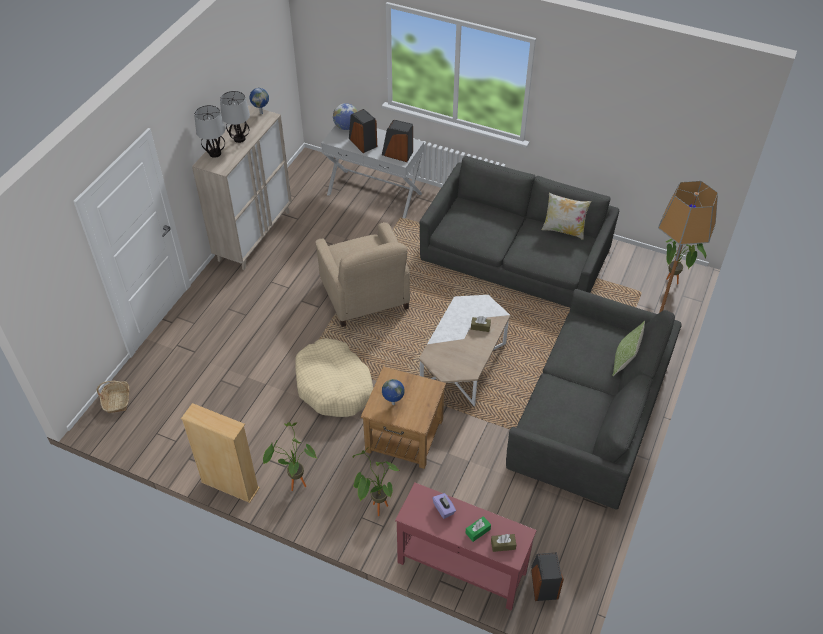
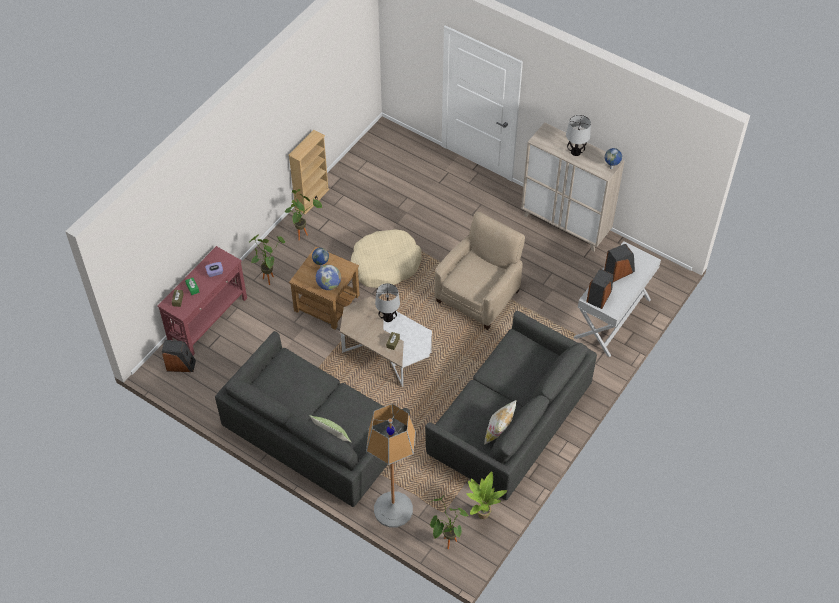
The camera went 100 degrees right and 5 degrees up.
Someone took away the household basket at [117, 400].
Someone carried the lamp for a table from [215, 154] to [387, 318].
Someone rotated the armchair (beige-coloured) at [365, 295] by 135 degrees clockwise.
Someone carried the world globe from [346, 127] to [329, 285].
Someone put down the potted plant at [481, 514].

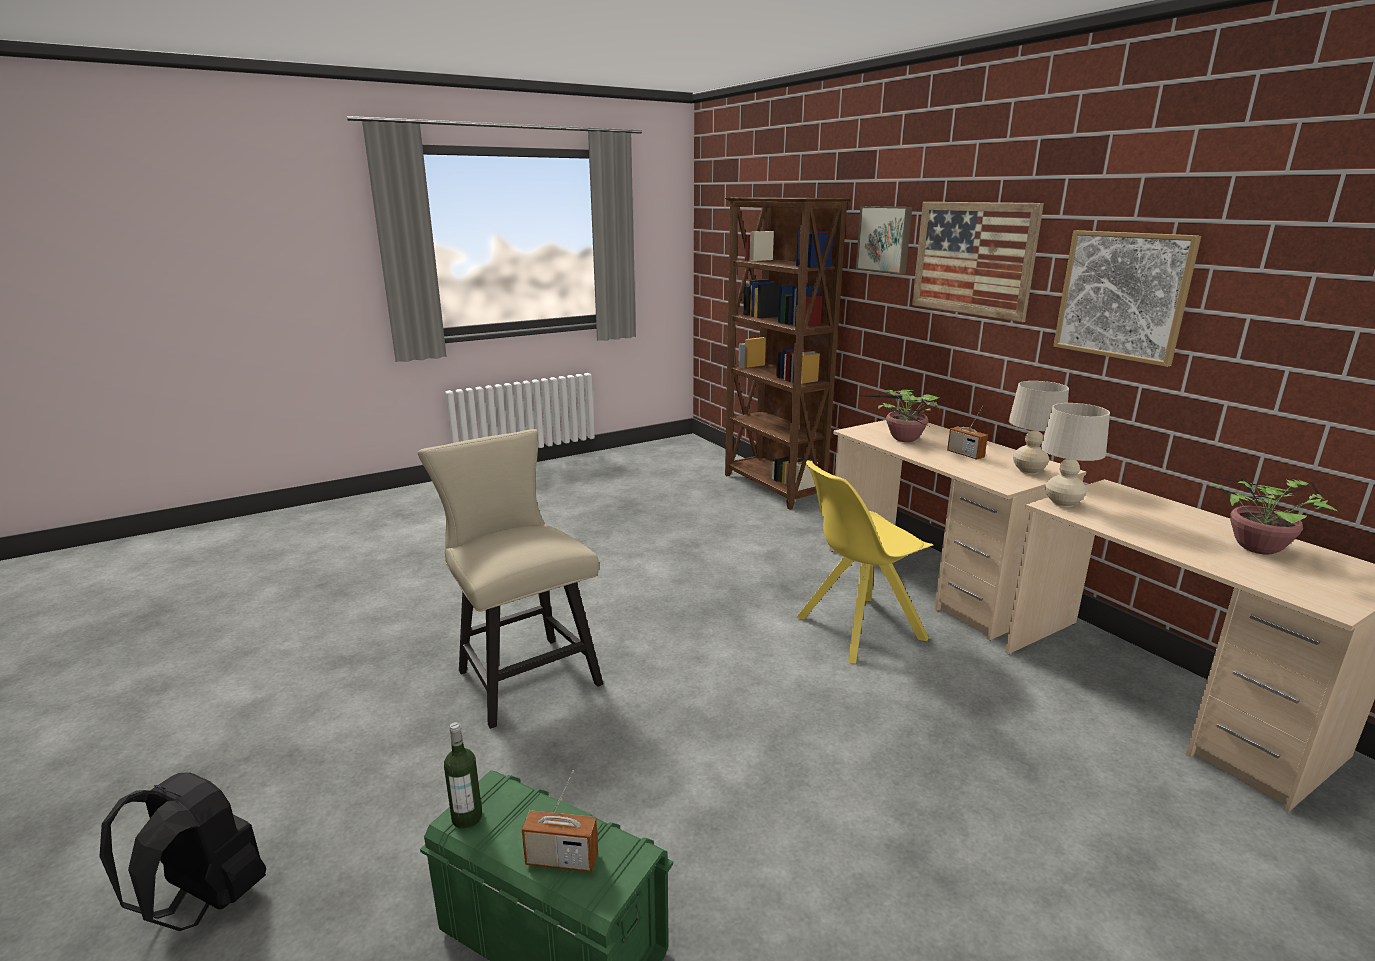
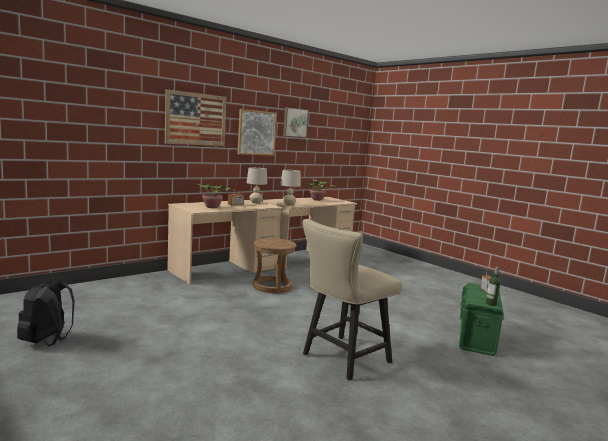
The camera went 100 degrees left and 10 degrees down.
Someone carried the rucksack (blackish) from [205, 901] to [47, 341].
Someone took away the bookshelf (brown) at [773, 488].
Someone swapped the upright chair (yellowish) at [857, 629] for the stool (brown) at [272, 286].
Someone carried the wall picture from [885, 239] to [295, 122].

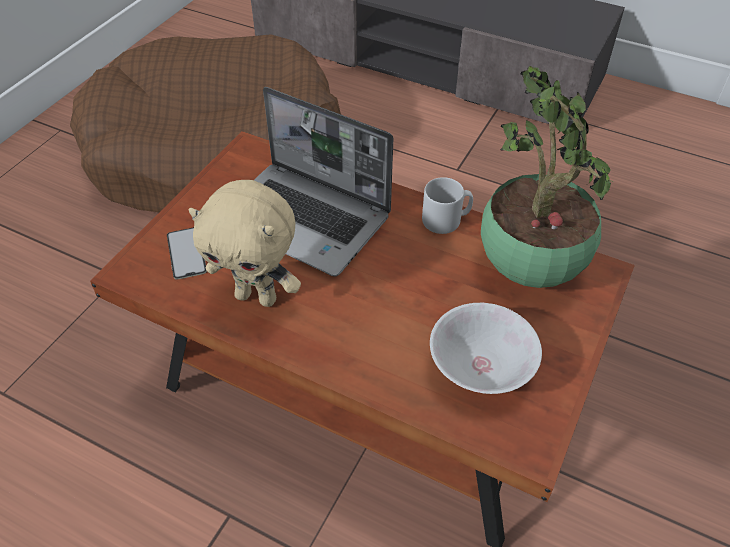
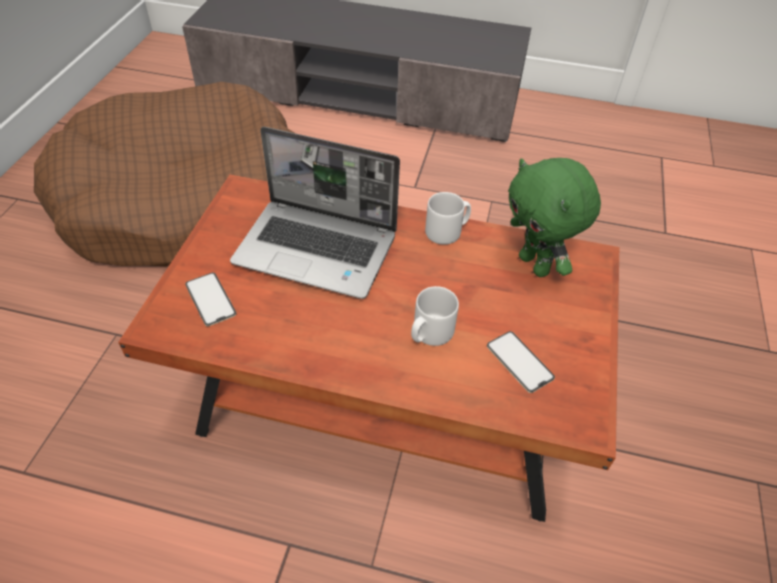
The camera went 15 degrees left and 0 degrees up.
Someone took away the cuddly toy (beige-coloured) at [257, 296].
Someone swapped the deep dish (white) at [480, 369] for the handset at [519, 361].
Someone swapped the potted plant at [531, 270] for the cuddly toy (greenish) at [535, 265].
Someone put down the tea mug (gray) at [429, 333].

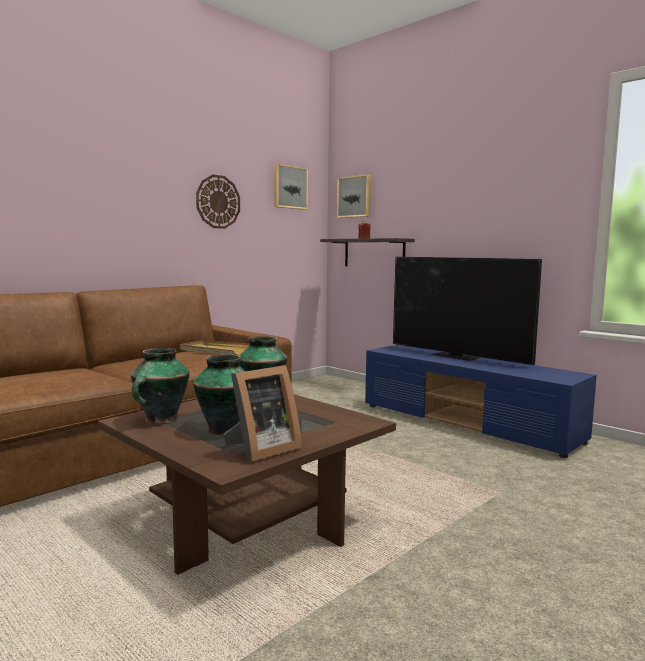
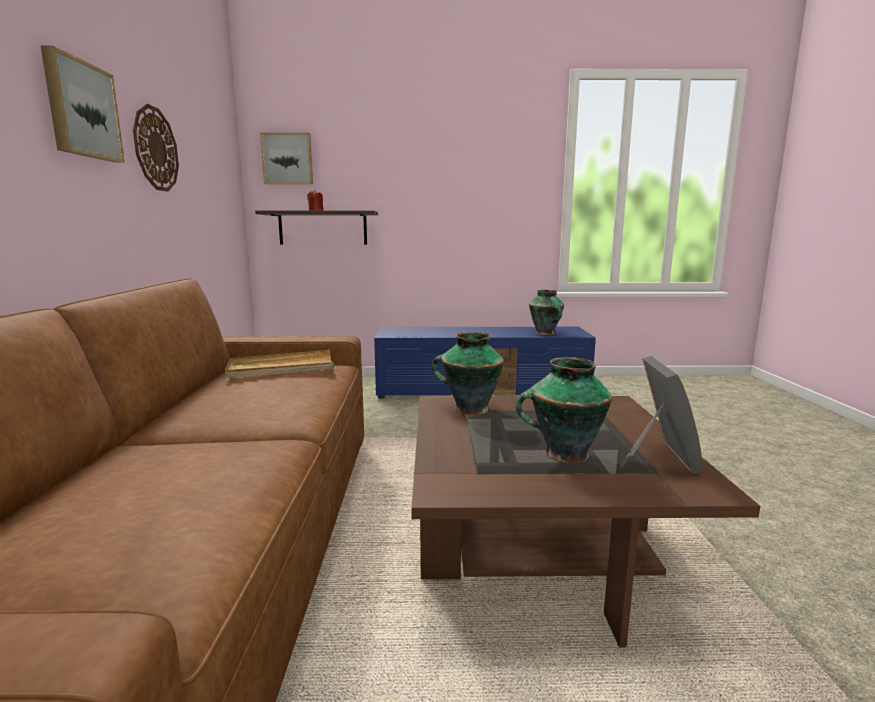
The camera went 45 degrees left and 5 degrees up.
Someone carried the decorative vase from [160, 420] to [545, 333].
Someone carried the wall picture from [289, 187] to [81, 110].
Someone took away the TV at [457, 356].

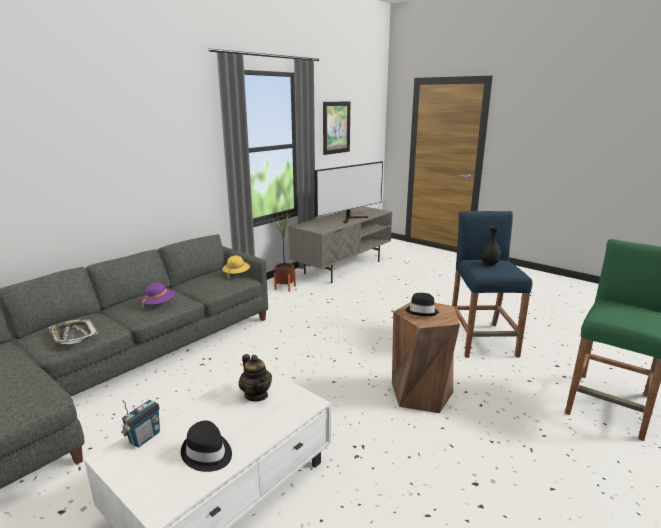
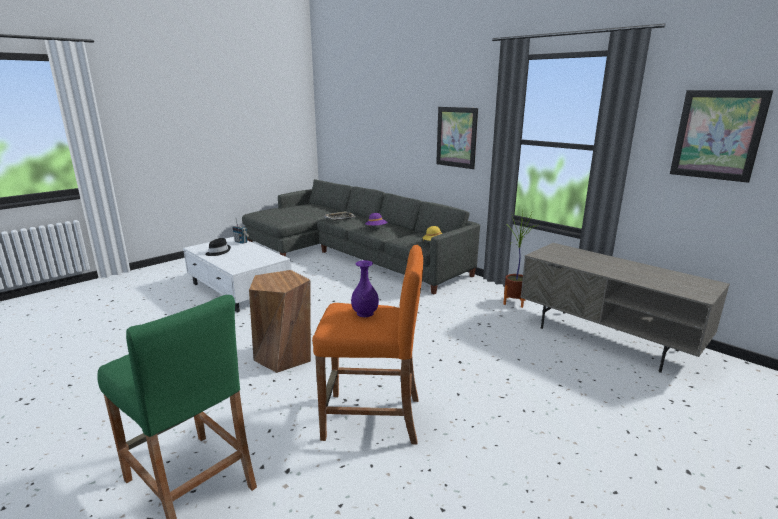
The camera went 95 degrees right and 0 degrees up.
Someone took away the tea pot at [256, 395].
Someone took away the TV at [352, 219].
Someone took away the wearable hat (blackish) at [422, 311].
Someone repainted the stool (blue-coloured) at [481, 340], which became the stool (orange) at [372, 418].
Someone repainted the decorative vase (blackish) at [489, 264], which became the decorative vase (purple) at [364, 313].
Someone put up the wall picture at [456, 137].

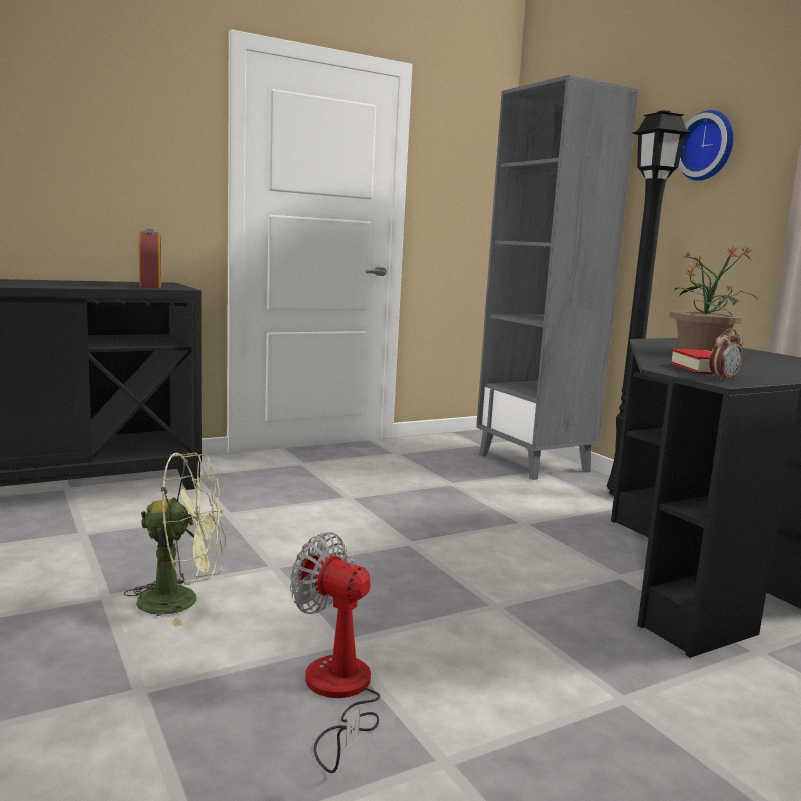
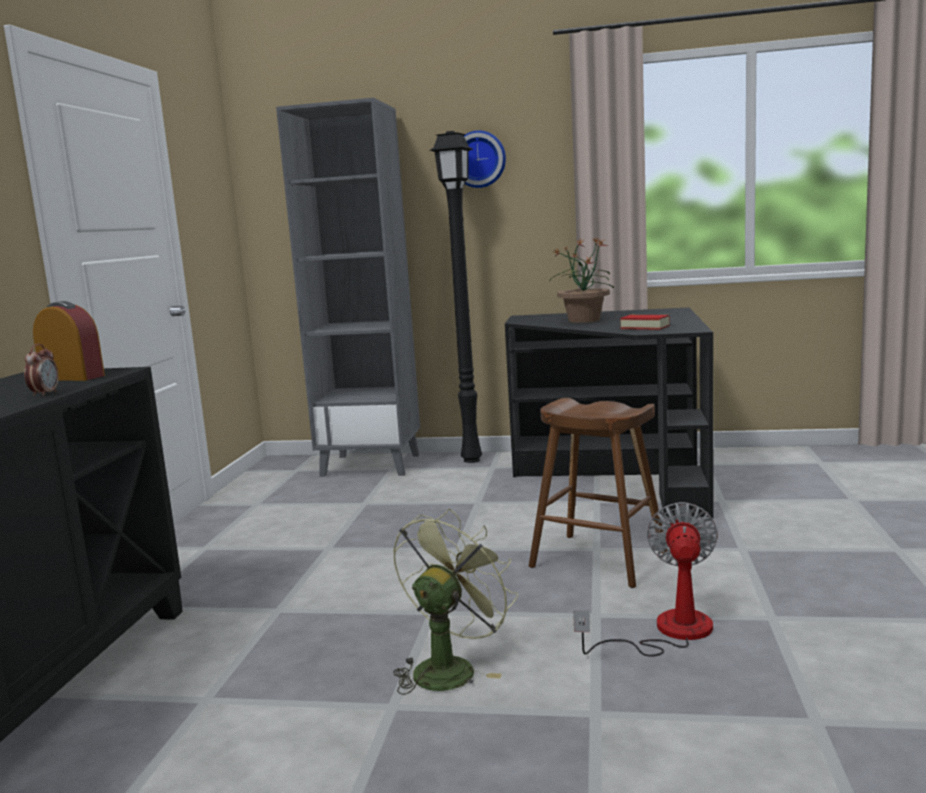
The camera went 50 degrees left and 0 degrees up.
Someone rotated the fan at [338, 694] by 120 degrees clockwise.
Someone carried the alarm clock from [723, 378] to [45, 394].
Someone put down the stool (brown) at [599, 560].

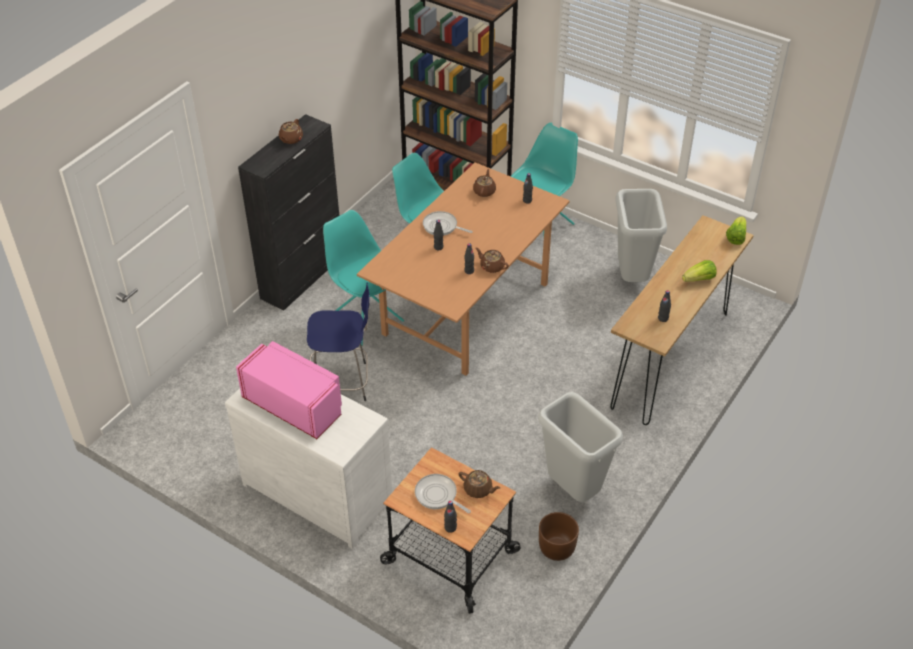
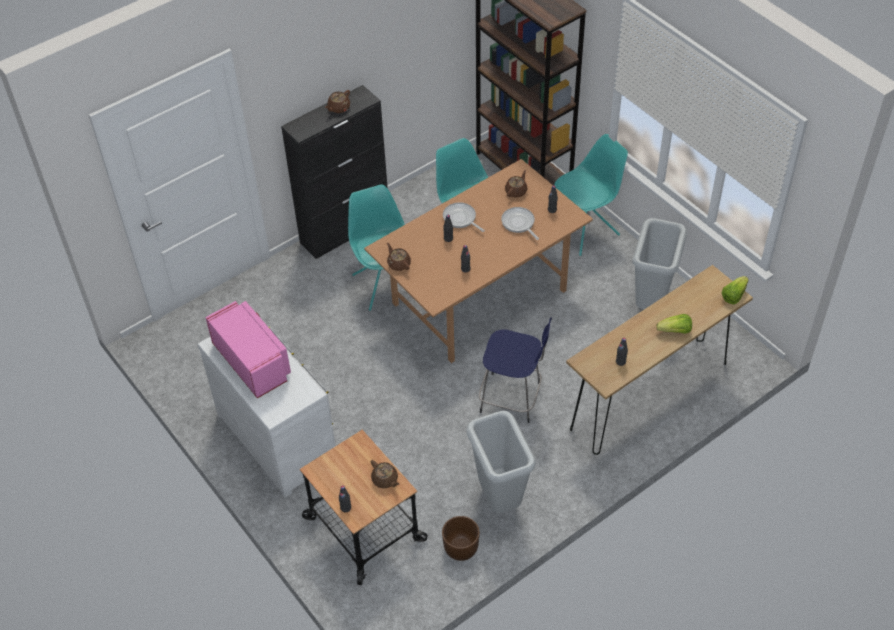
The camera went 20 degrees right and 5 degrees up.
Someone carried the stool (blue-coloured) from [342, 382] to [512, 398].
Someone carried the pan from [438, 495] to [519, 223].
Someone carried the tea pot (brown) from [491, 266] to [398, 264].

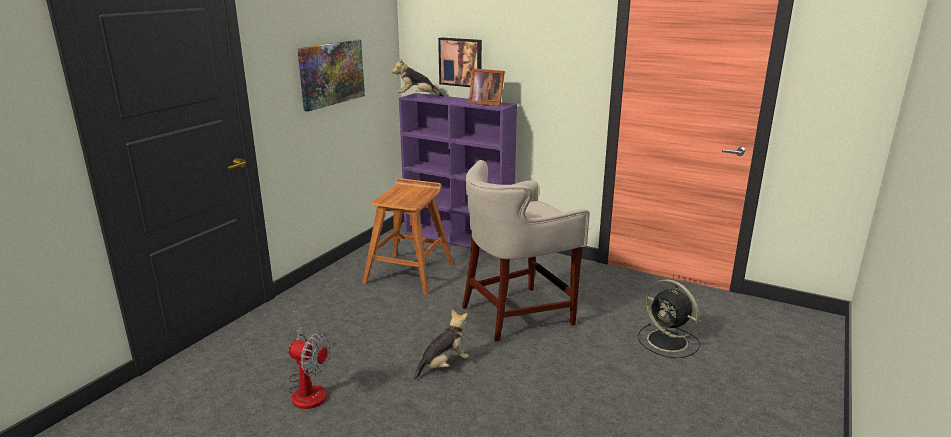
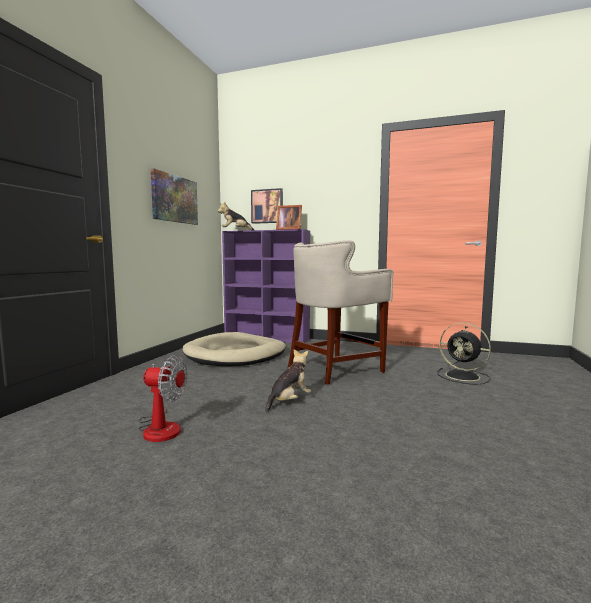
The camera went 10 degrees left and 15 degrees down.
Someone swapped the stool (brown) at [410, 273] for the pet bed (beige-coloured) at [236, 354].

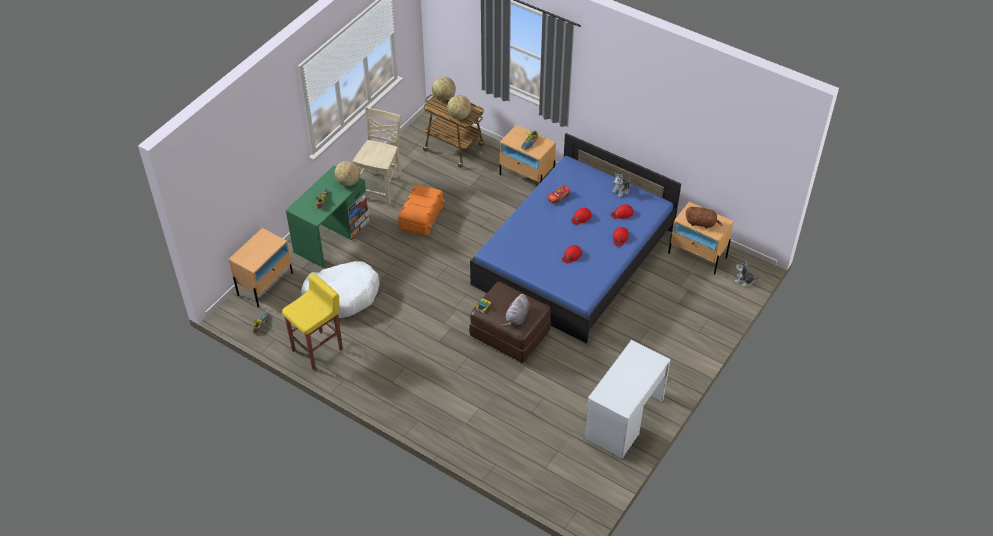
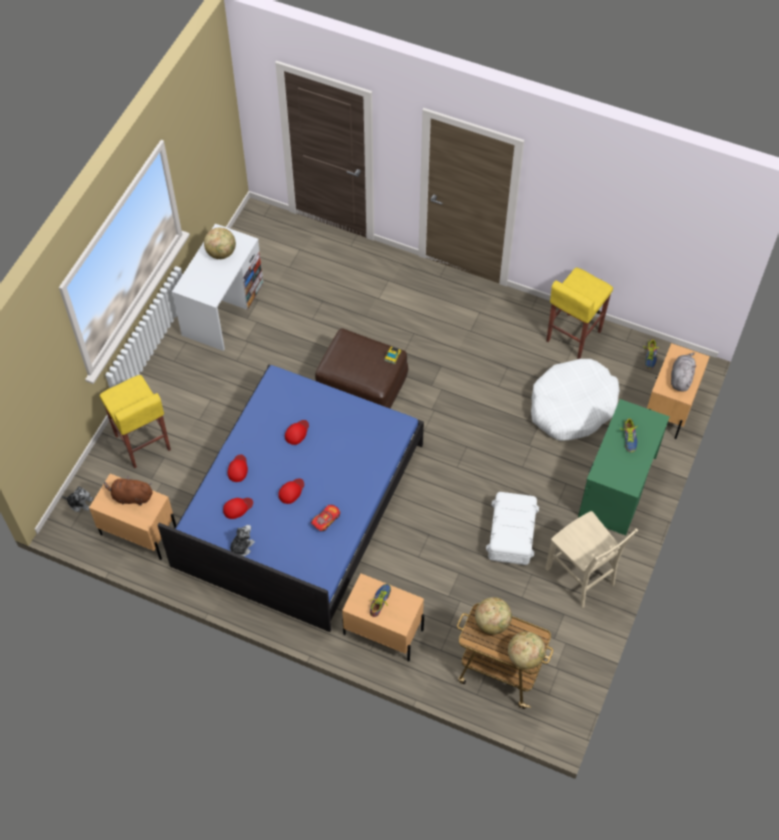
The camera went 170 degrees right and 10 degrees up.
Someone carried the world globe from [348, 182] to [221, 253].
Someone rotated the upright chair (beige-coloured) at [381, 188] by 45 degrees counterclockwise.
Someone repainted the storage container (orange) at [421, 218], which became the storage container (white) at [512, 535].
Someone carried the cuddly toy (gray) from [517, 317] to [681, 378].
Someone put down the stool (yellowish) at [142, 443].

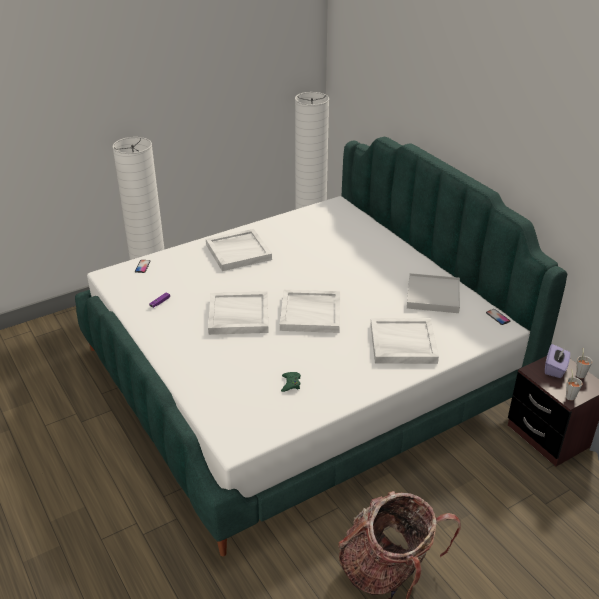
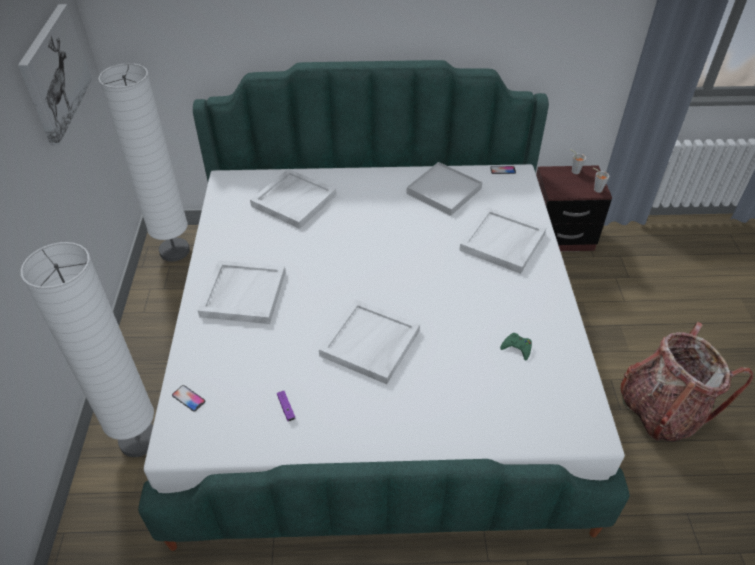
The camera went 60 degrees left and 10 degrees up.
Someone carried the carrying tray (white) from [311, 313] to [294, 200].
Someone took away the tissue box (purple) at [555, 369].
Someone put up the wall picture at [54, 73].

